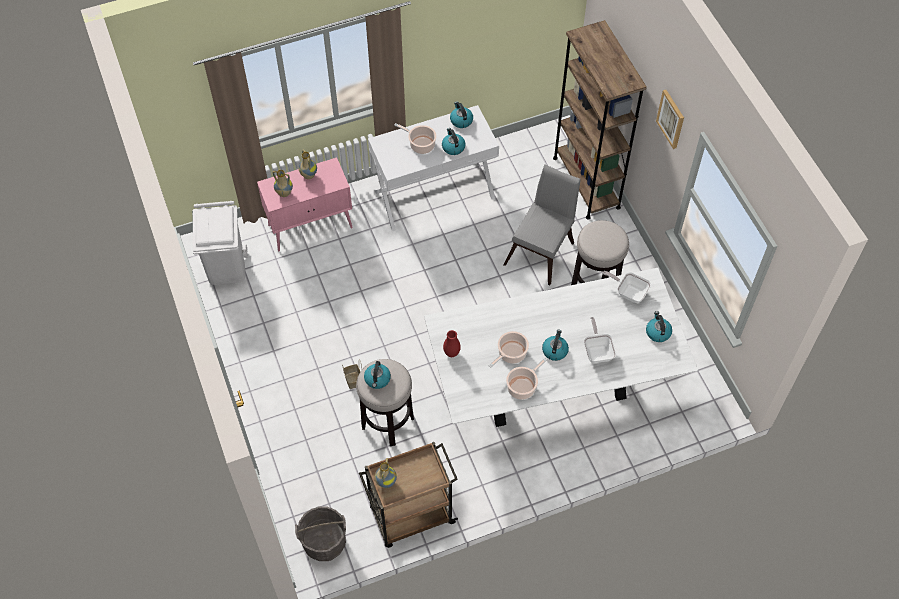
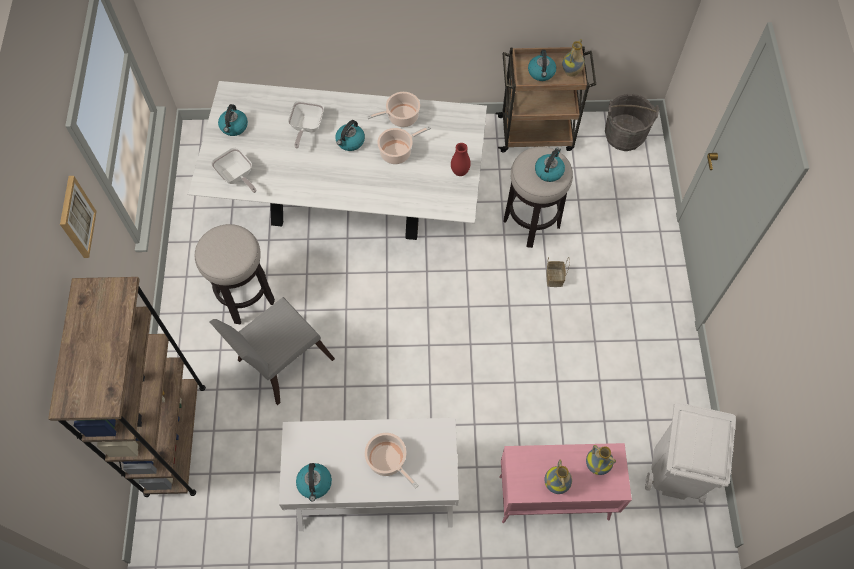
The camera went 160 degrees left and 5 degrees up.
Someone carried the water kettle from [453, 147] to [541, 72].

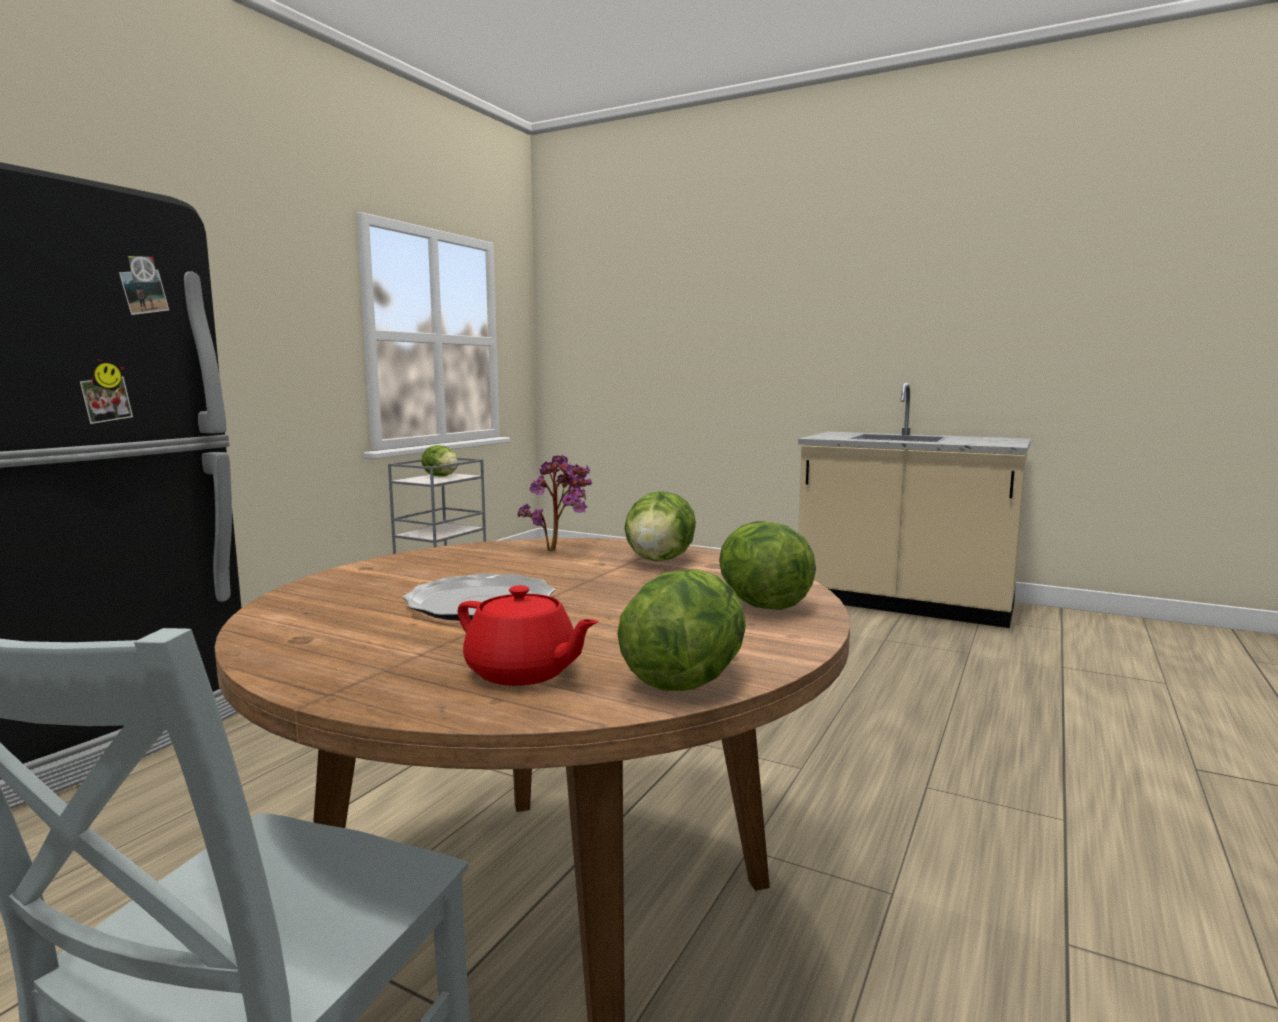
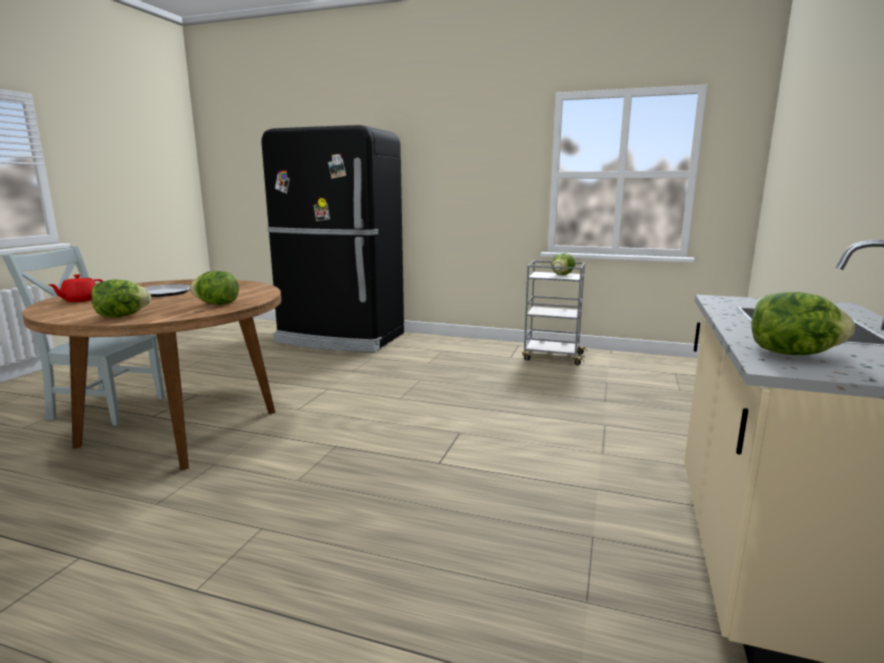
The camera went 80 degrees right and 5 degrees up.
Someone took away the potted plant at [558, 550].
Someone carried the lettuce from [685, 679] to [792, 354].

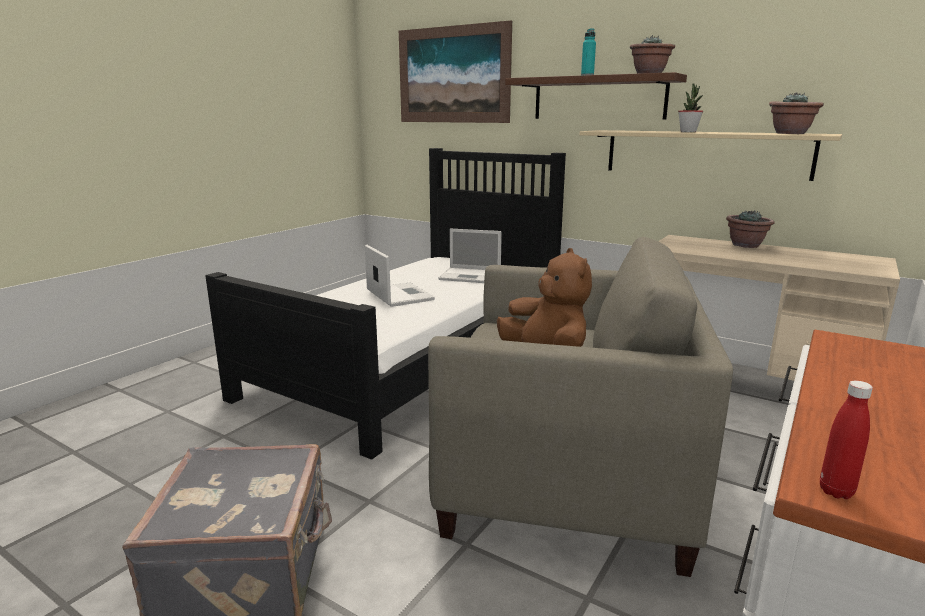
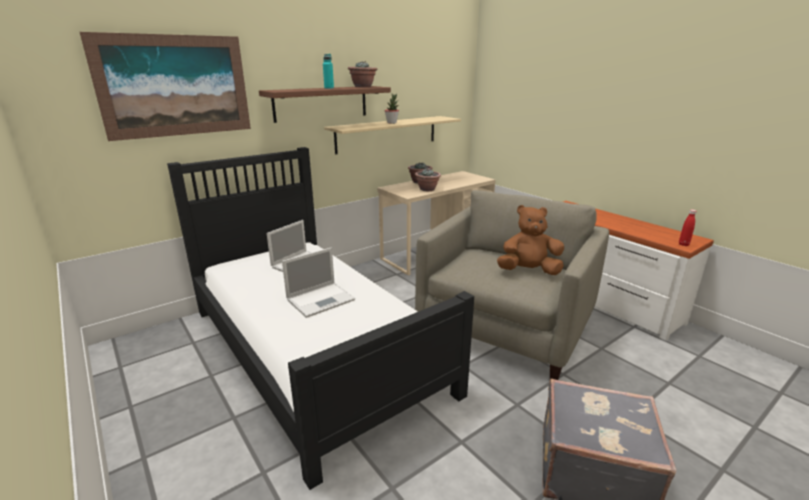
The camera went 70 degrees left and 5 degrees up.
Someone rotated the notebook computer at [399, 295] by 150 degrees clockwise.
Someone carried the potted plant from [791, 133] to [427, 189].

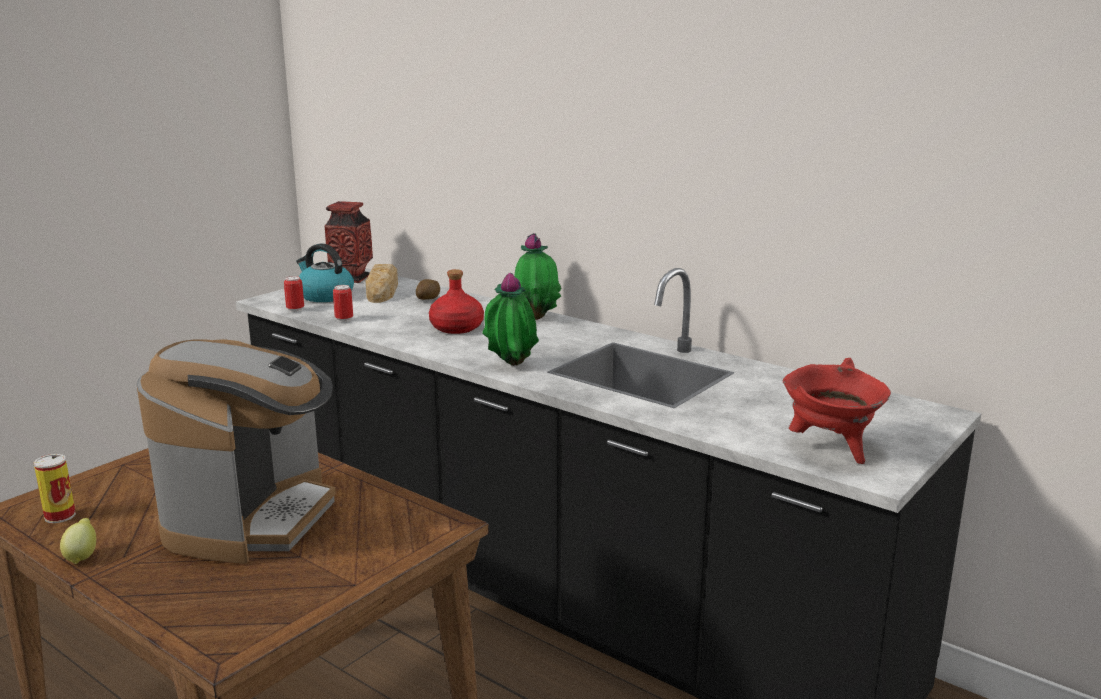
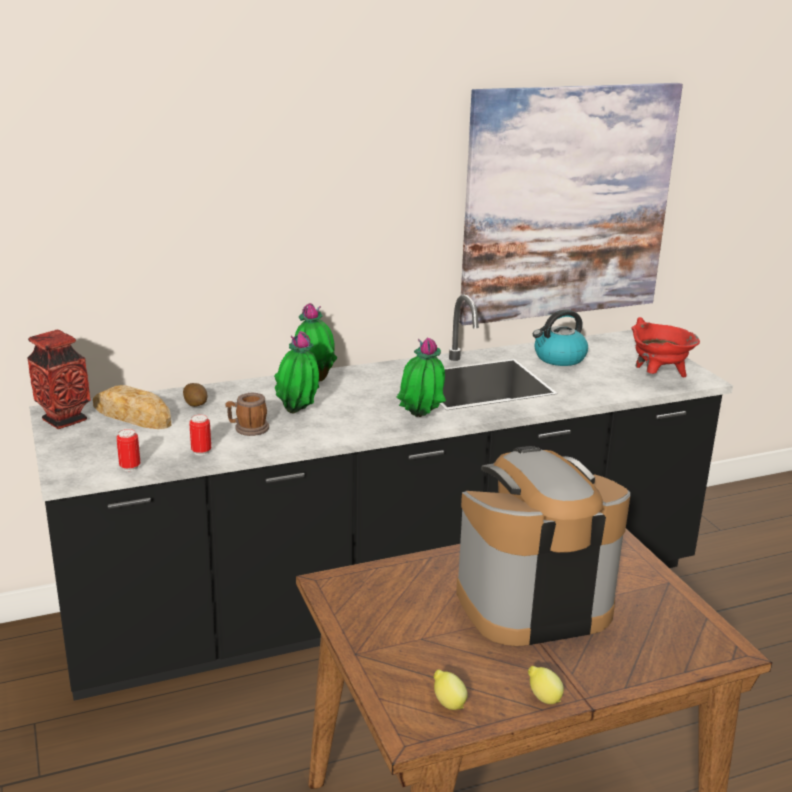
The camera went 60 degrees left and 5 degrees up.
Someone swapped the metal can at [60, 516] for the citrus fruit at [448, 703].
Someone rotated the coffee maker at [252, 518] by 60 degrees counterclockwise.
Someone carried the water kettle from [325, 296] to [559, 358].
Someone swapped the drink bottle (red) at [456, 328] for the potted plant at [298, 413].
Someone put down the tea mug at [248, 429].
Someone put up the wall picture at [567, 203].

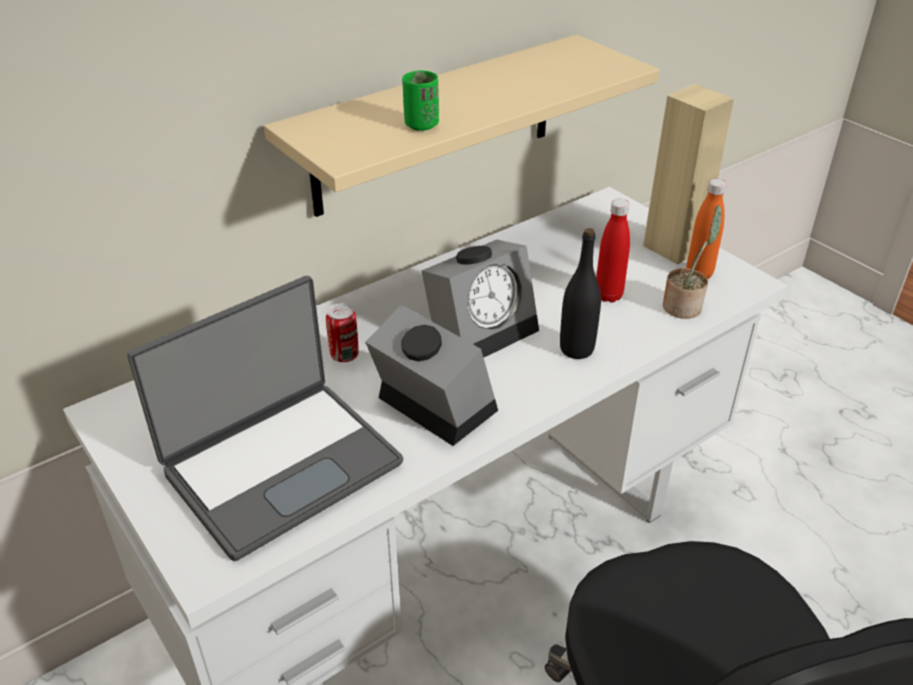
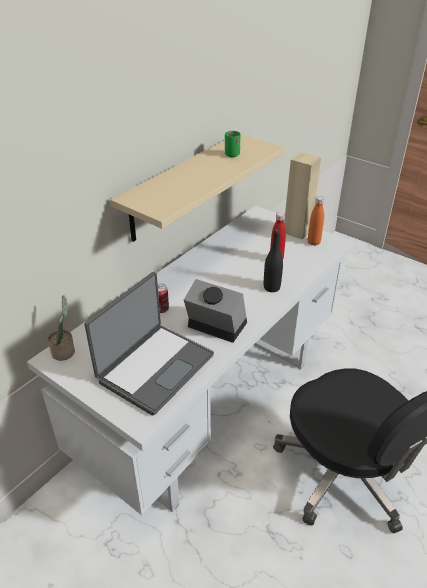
The camera went 15 degrees left and 0 degrees up.
Someone carried the small cup (greenish) from [421, 125] to [232, 155].
Someone took away the alarm clock at [483, 328].
Someone carried the potted plant from [684, 306] to [64, 351].

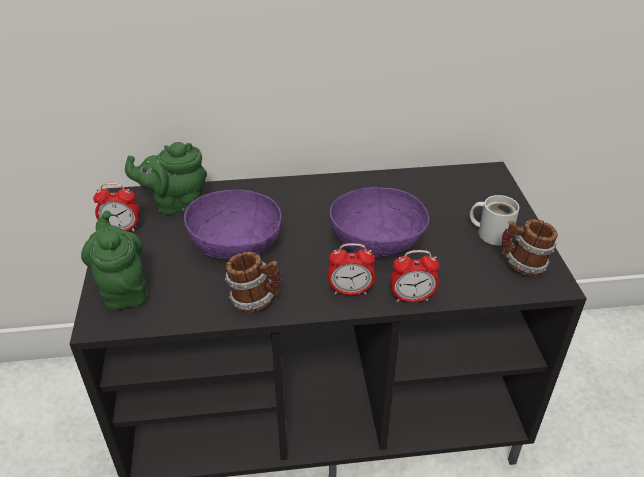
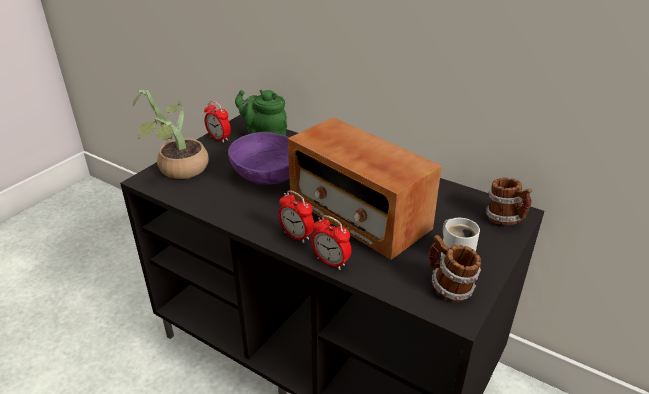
The camera went 40 degrees right and 5 degrees down.
Someone swapped the tea pot (greenish) at [123, 289] for the potted plant at [177, 169].
Someone carried the tea mug from [255, 300] to [505, 219].
Someone swapped the deep dish (purple) at [377, 241] for the radio set at [358, 216].

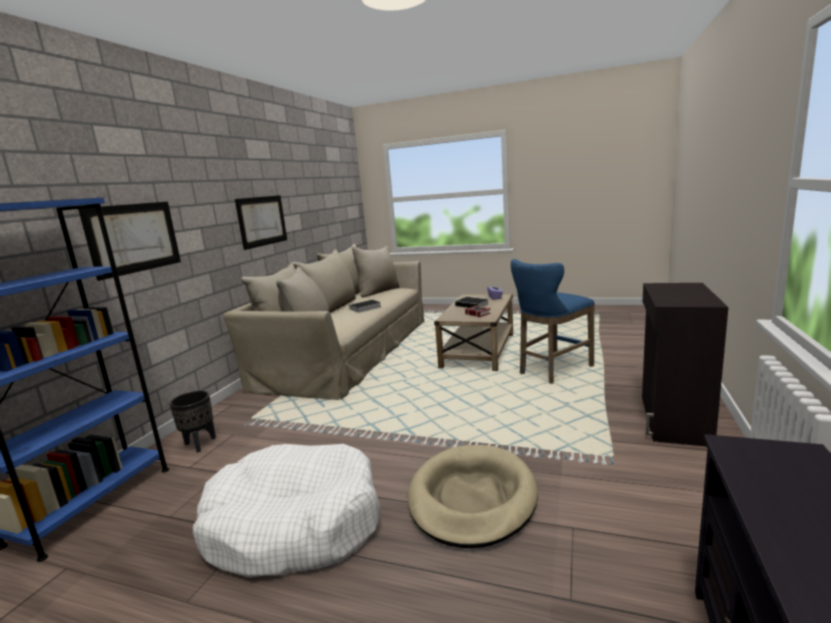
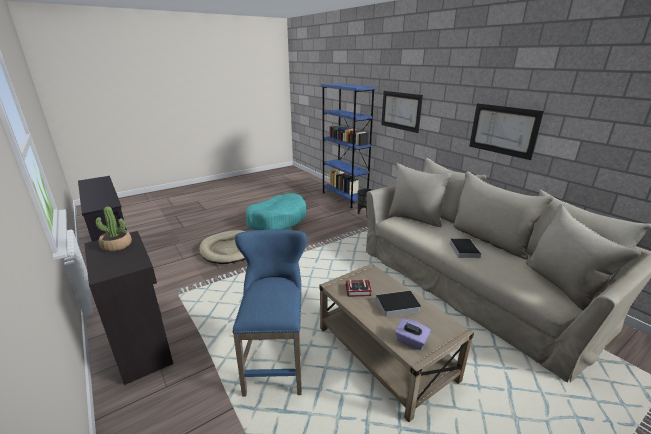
The camera went 125 degrees right and 10 degrees up.
Someone repainted the pet bed (white) at [294, 524], which became the pet bed (turquoise) at [277, 220].
Someone put down the potted plant at [116, 245].

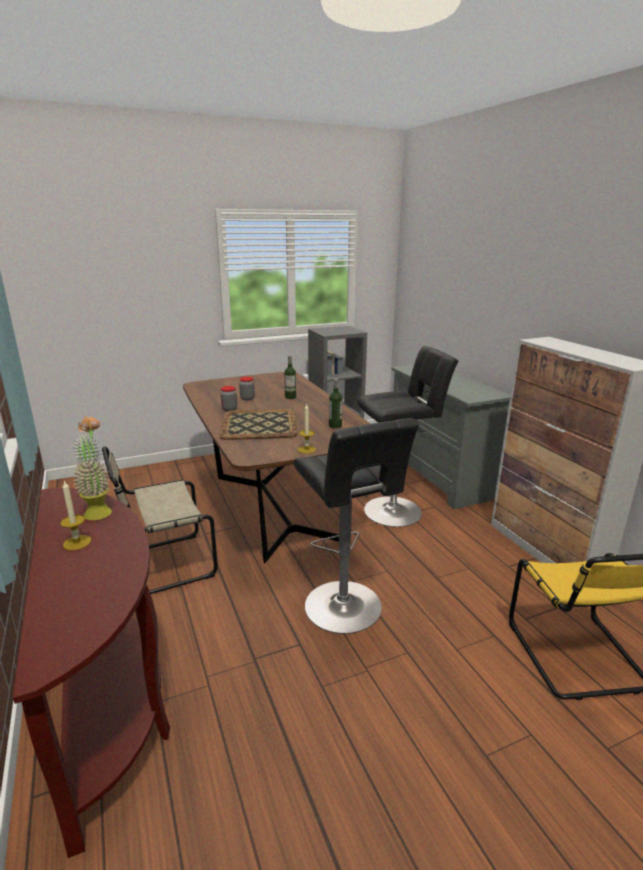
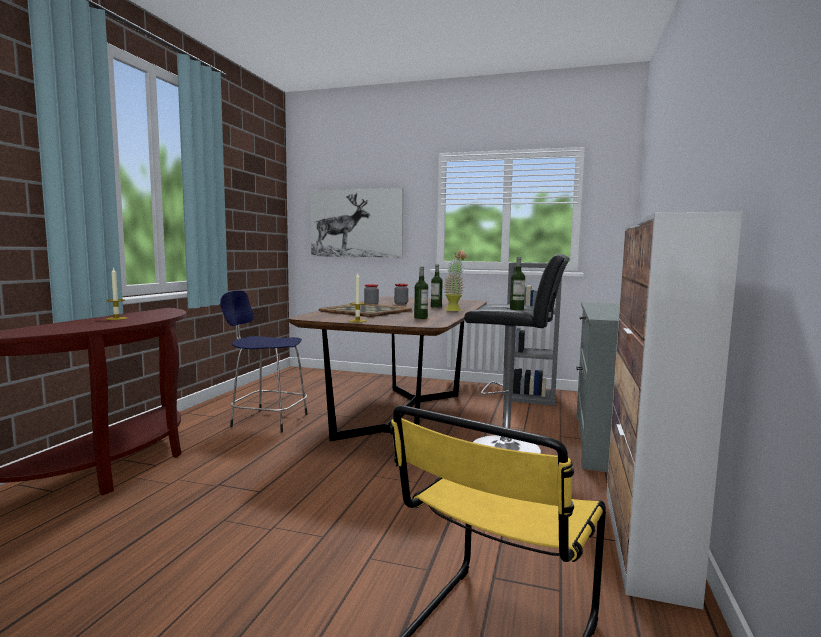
The camera went 40 degrees right and 15 degrees down.
Someone carried the potted plant from [99, 510] to [454, 309].
Someone swapped the upright chair (beige-coloured) at [163, 565] for the stool (blue-coloured) at [267, 420].
Someone took away the stool (blackish) at [346, 609].
Someone put up the wall picture at [356, 223].
Someone put down the drink bottle at [516, 309].

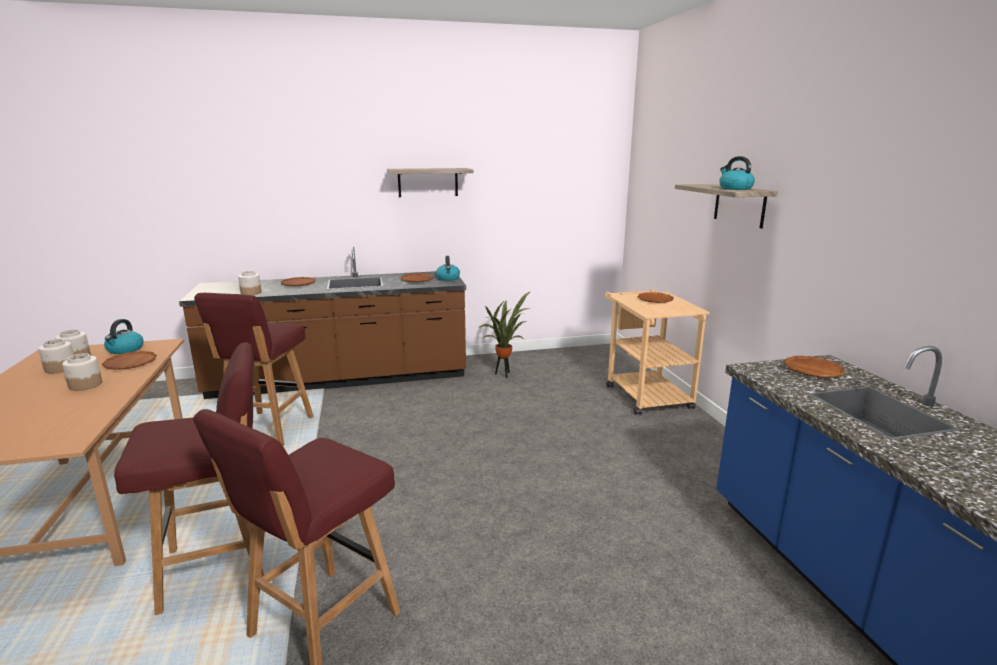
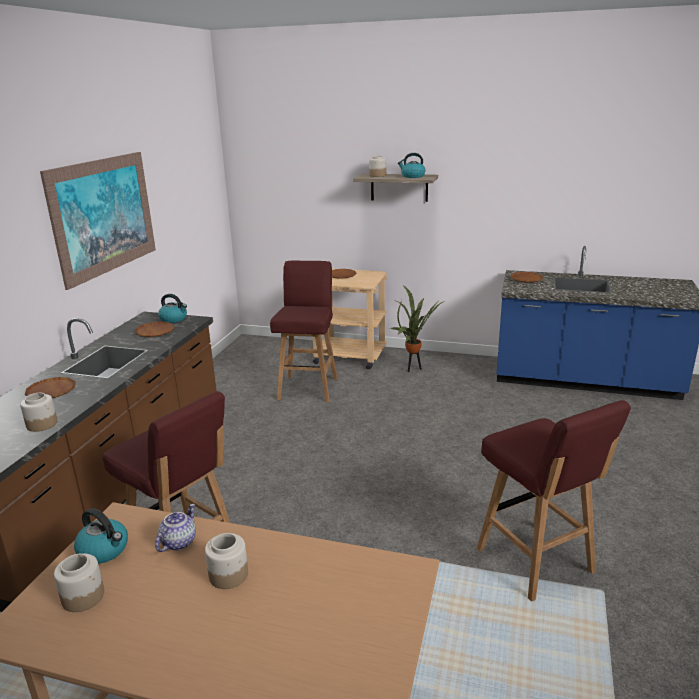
The camera went 60 degrees left and 5 degrees up.
Someone carried the storage jar from [60, 368] to [377, 175].
Someone swapped the plate (brown) at [130, 364] for the tea pot at [178, 542].
Someone carried the stool (red) from [220, 568] to [308, 388].
Someone swapped the bracket shelf at [428, 182] for the wall picture at [104, 216].
Someone carried the potted plant from [504, 374] to [413, 368].

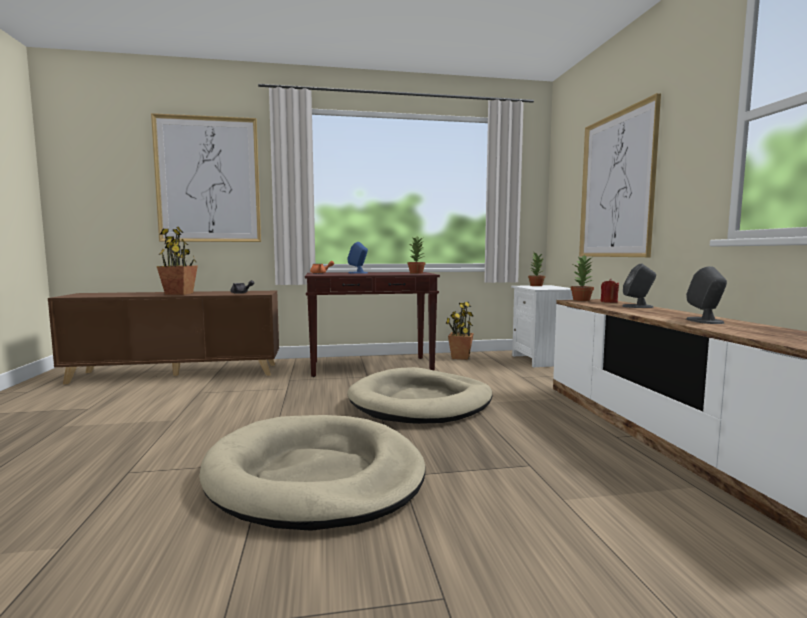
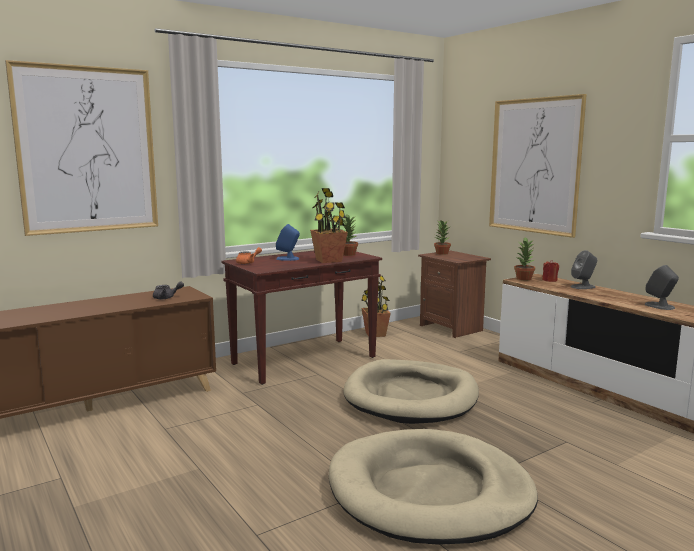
The camera went 25 degrees left and 5 degrees up.
Someone carried the potted plant from [179, 293] to [329, 260].
Someone repainted the night table (white) at [541, 360], which became the night table (brown) at [452, 328].

